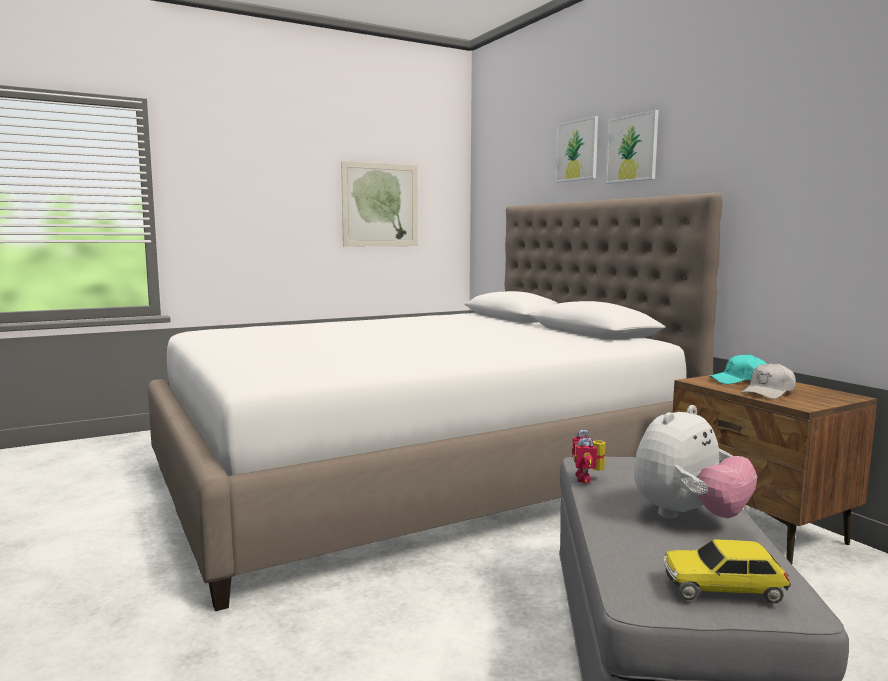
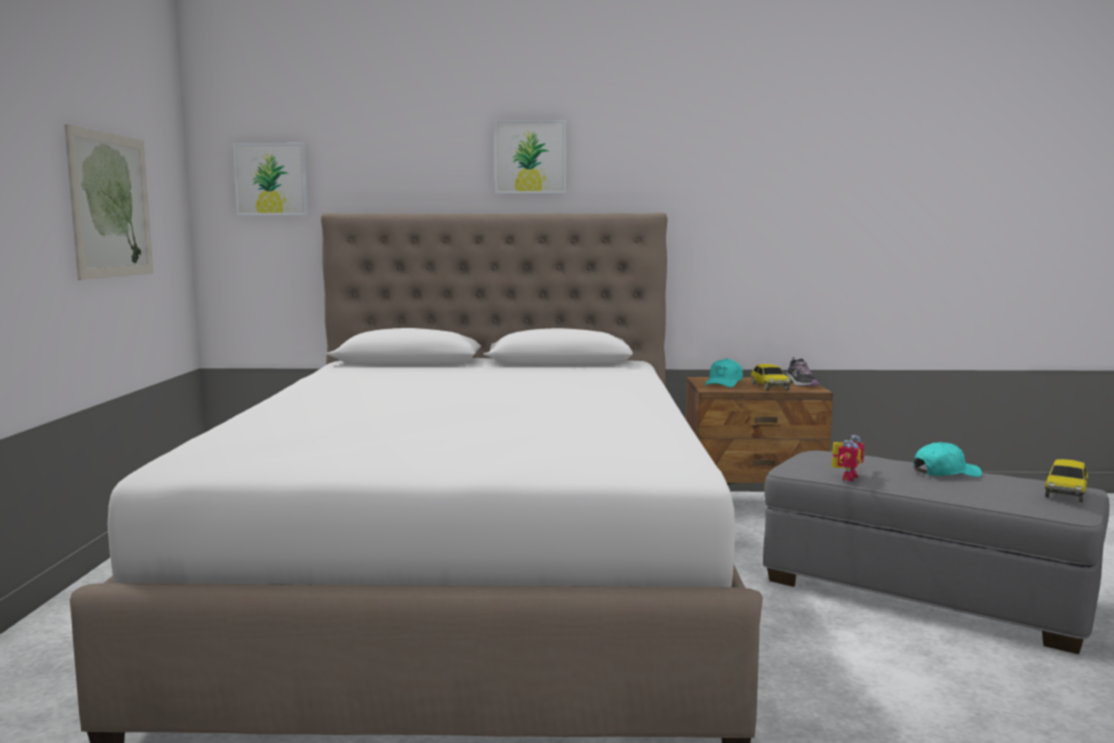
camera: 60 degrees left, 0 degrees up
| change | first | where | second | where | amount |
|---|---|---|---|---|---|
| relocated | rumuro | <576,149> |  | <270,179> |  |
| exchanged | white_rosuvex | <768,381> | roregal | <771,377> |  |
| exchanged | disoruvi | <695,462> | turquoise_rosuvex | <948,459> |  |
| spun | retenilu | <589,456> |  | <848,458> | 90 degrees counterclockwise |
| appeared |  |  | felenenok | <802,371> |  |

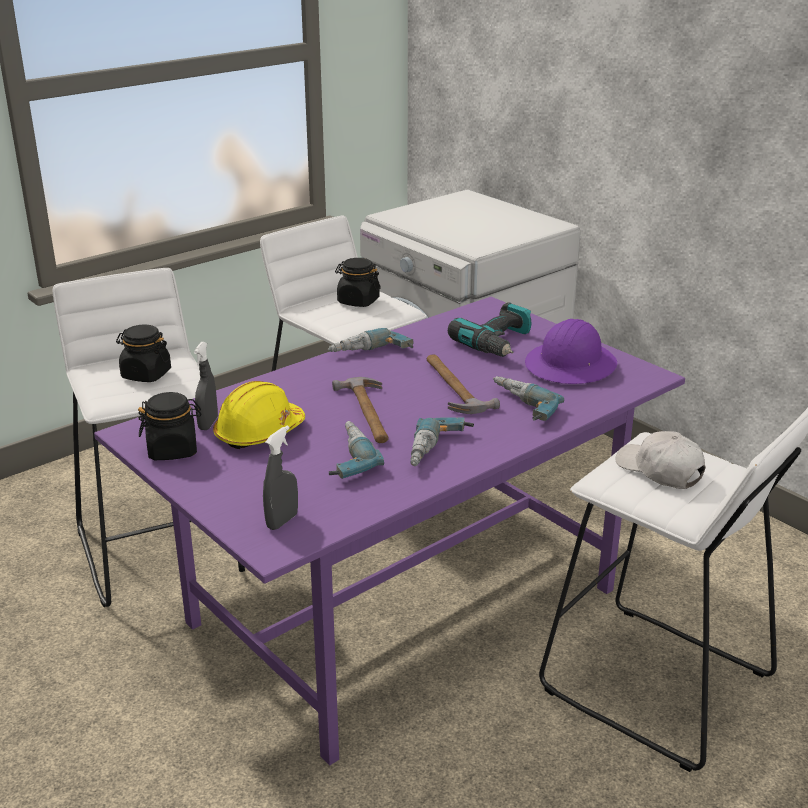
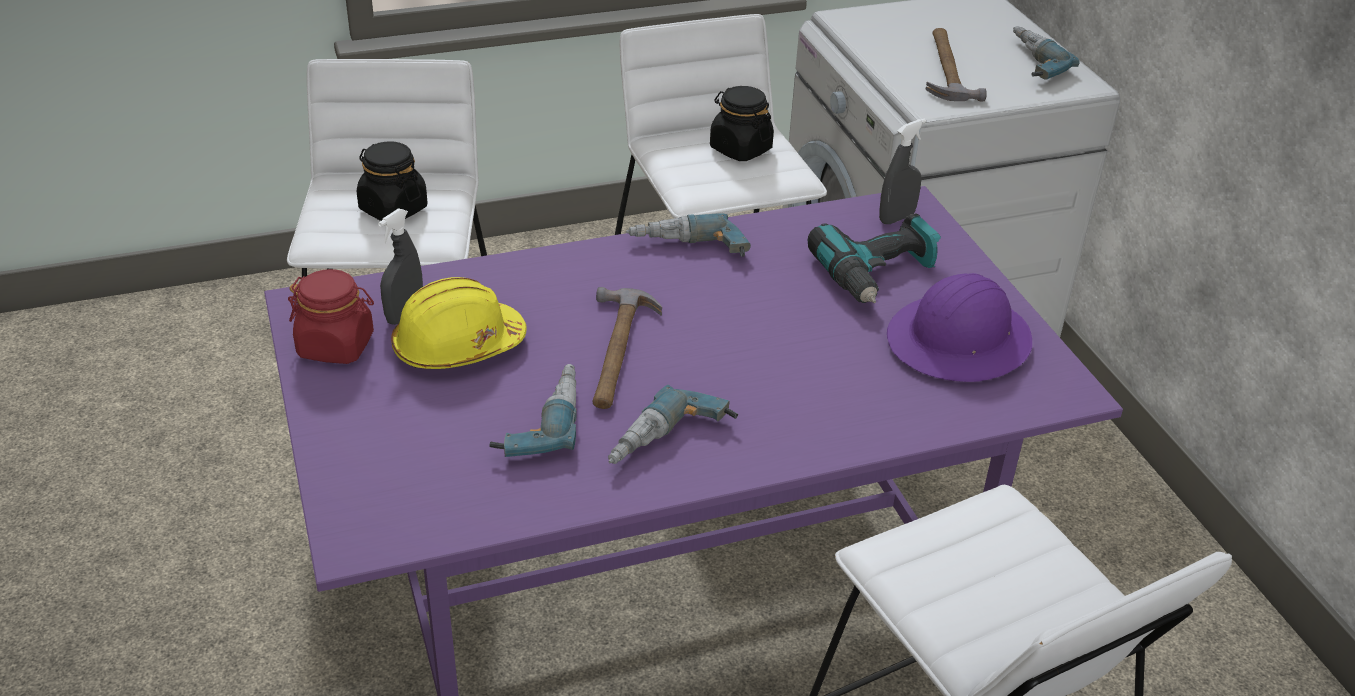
camera: 20 degrees right, 10 degrees up
| change | first | where | second | where | amount |
|---|---|---|---|---|---|
| relocated | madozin | <463,384> |  | <956,64> |  |
| relocated | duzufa | <528,398> |  | <1046,53> |  |
| colour | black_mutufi | <170,426> | red_mutufi | <331,316> |  |
| relocated | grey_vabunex | <280,478> |  | <902,171> |  |
| missing | white_rosuvex | <660,460> |  |  |  |

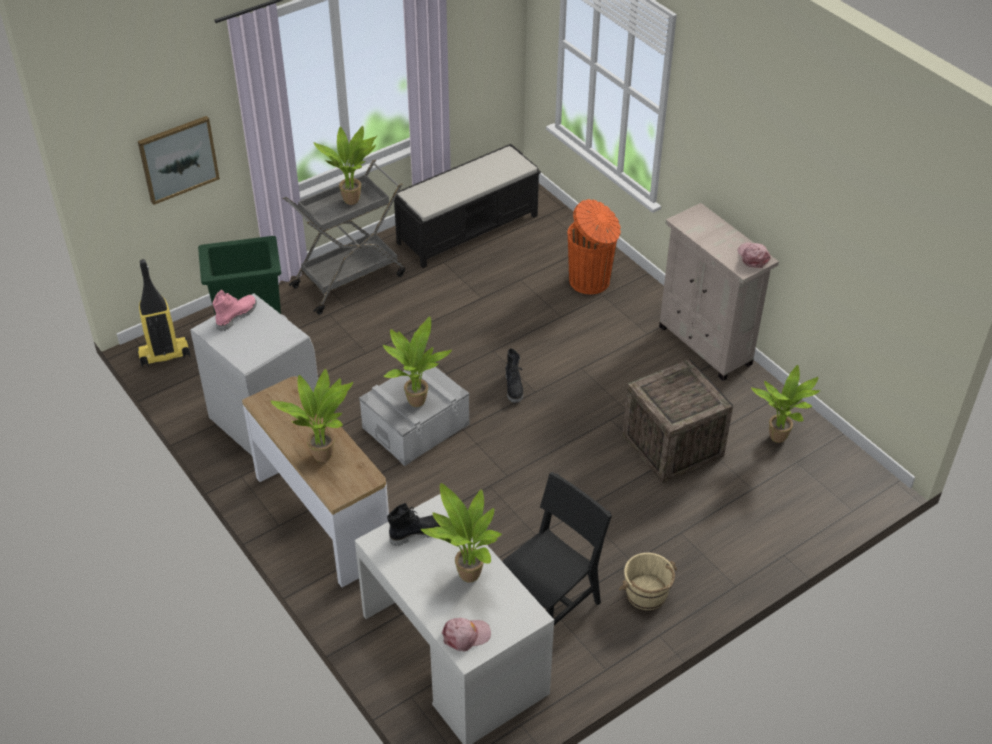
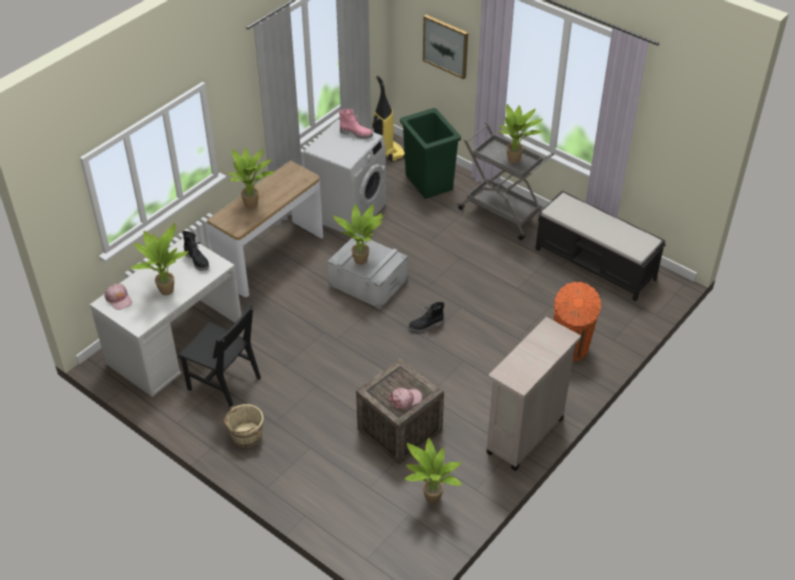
camera: 75 degrees right, 0 degrees up
| change | first | where | second | where | amount |
|---|---|---|---|---|---|
| relocated | pink_rosuvex | <754,255> |  | <405,399> |  |

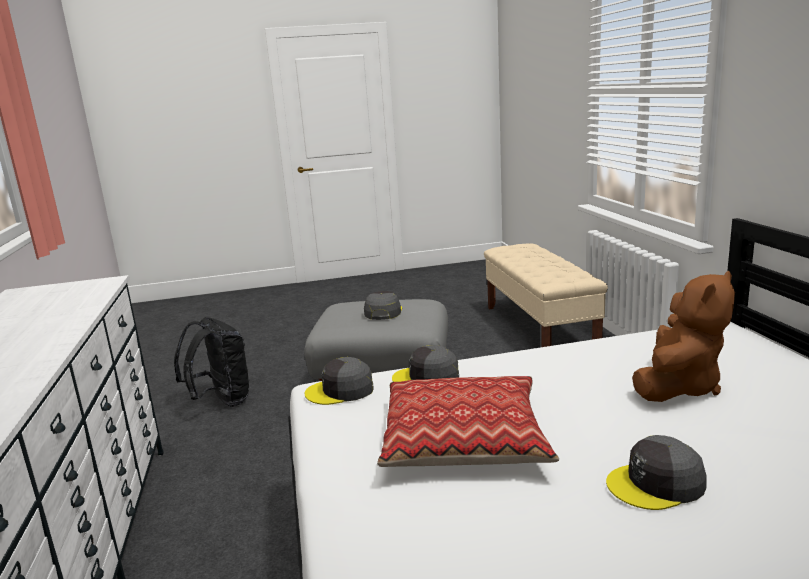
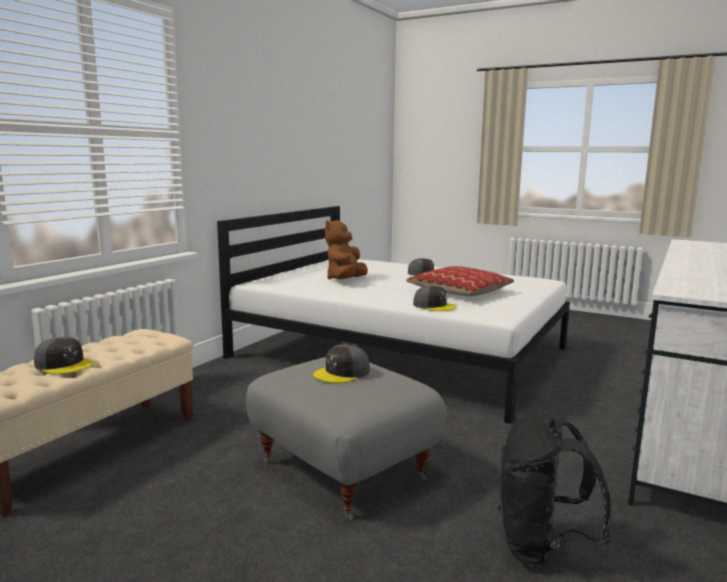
camera: 140 degrees left, 5 degrees down
| change | first | where | second | where | amount |
|---|---|---|---|---|---|
| spun | brown_disoruvi | <683,336> |  | <346,250> | 60 degrees counterclockwise |
| relocated | grey_rosuvex | <339,381> |  | <63,355> |  |

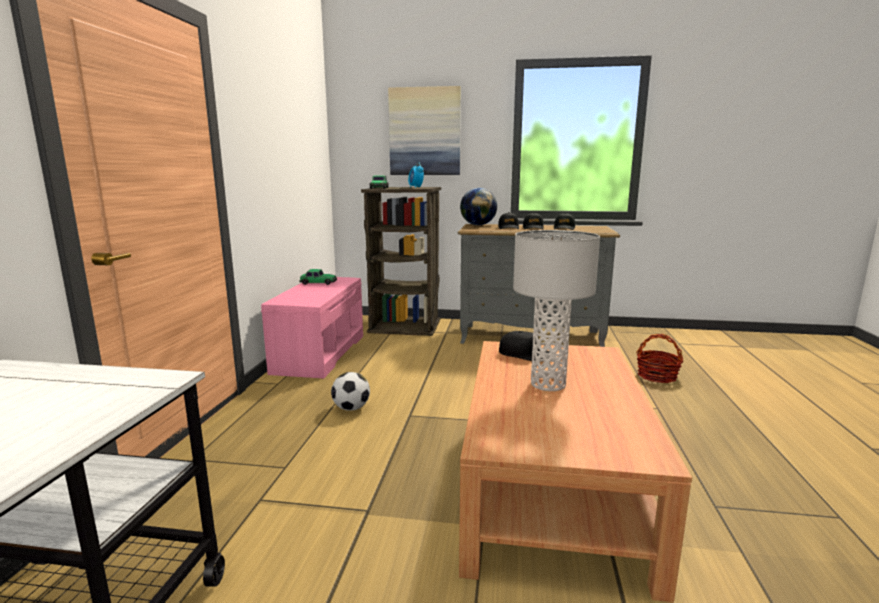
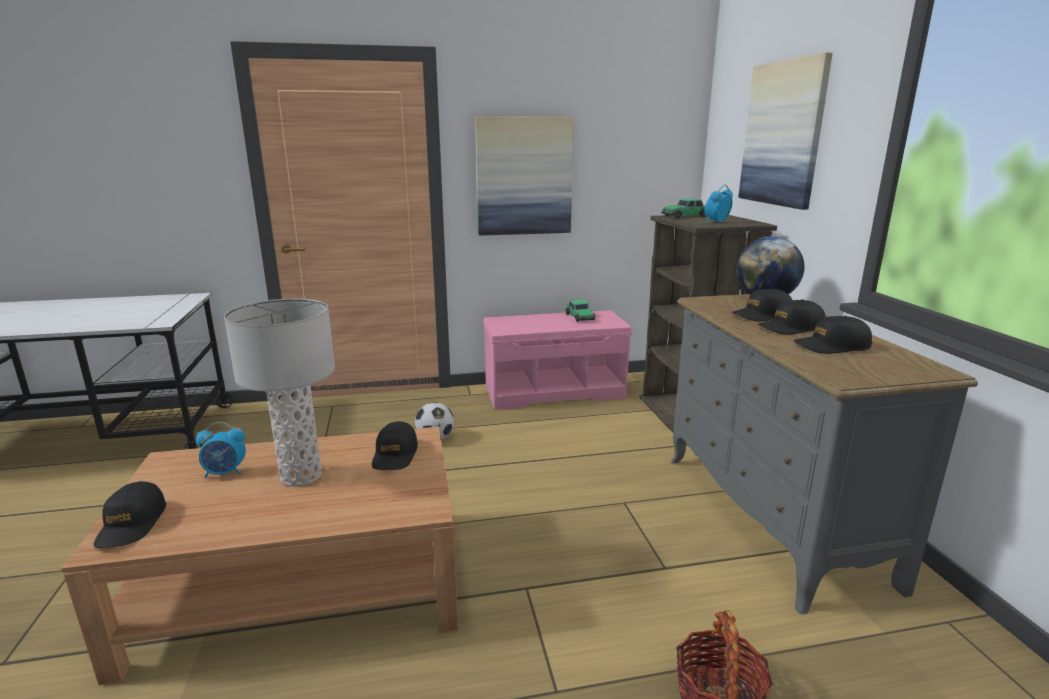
camera: 70 degrees right, 5 degrees up
| change | first | where | second | where | amount |
|---|---|---|---|---|---|
| appeared |  |  | rumuro | <524,176> |  |
| appeared |  |  | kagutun | <221,450> |  |
| appeared |  |  | black_rosuvex | <130,514> |  |

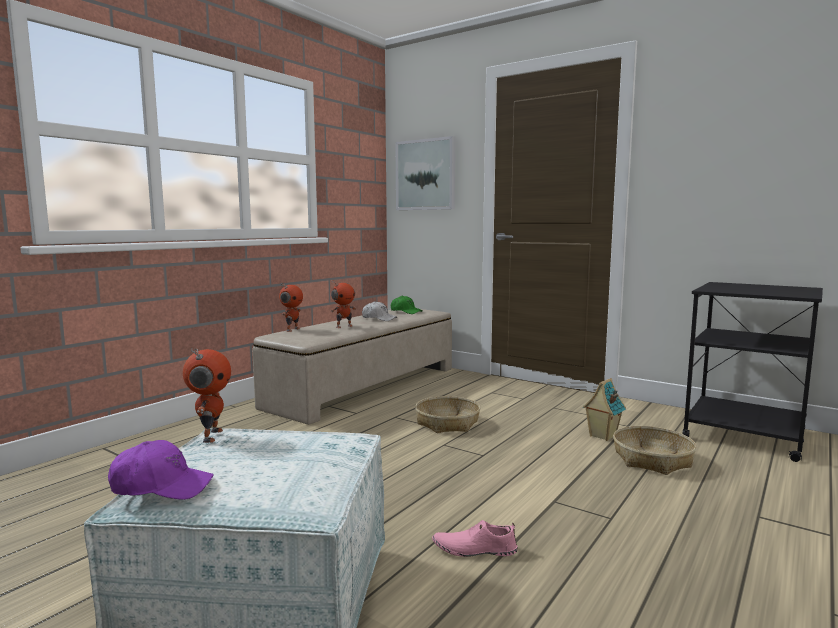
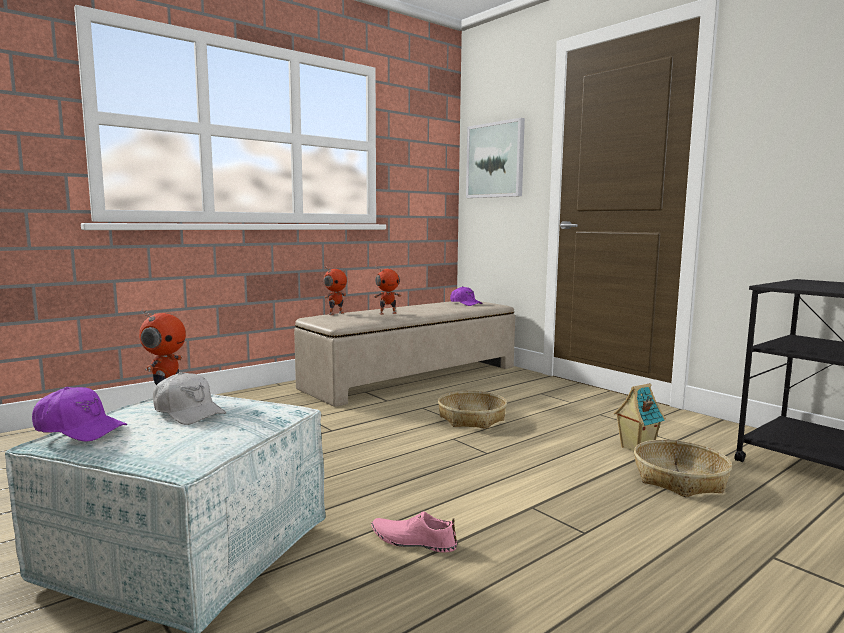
camera: 15 degrees right, 0 degrees up
| change | first | where | second | where | amount |
|---|---|---|---|---|---|
| colour | green_rosuvex | <407,304> | purple_rosuvex | <466,296> |  |
| relocated | white_rosuvex | <379,311> |  | <189,398> |  |

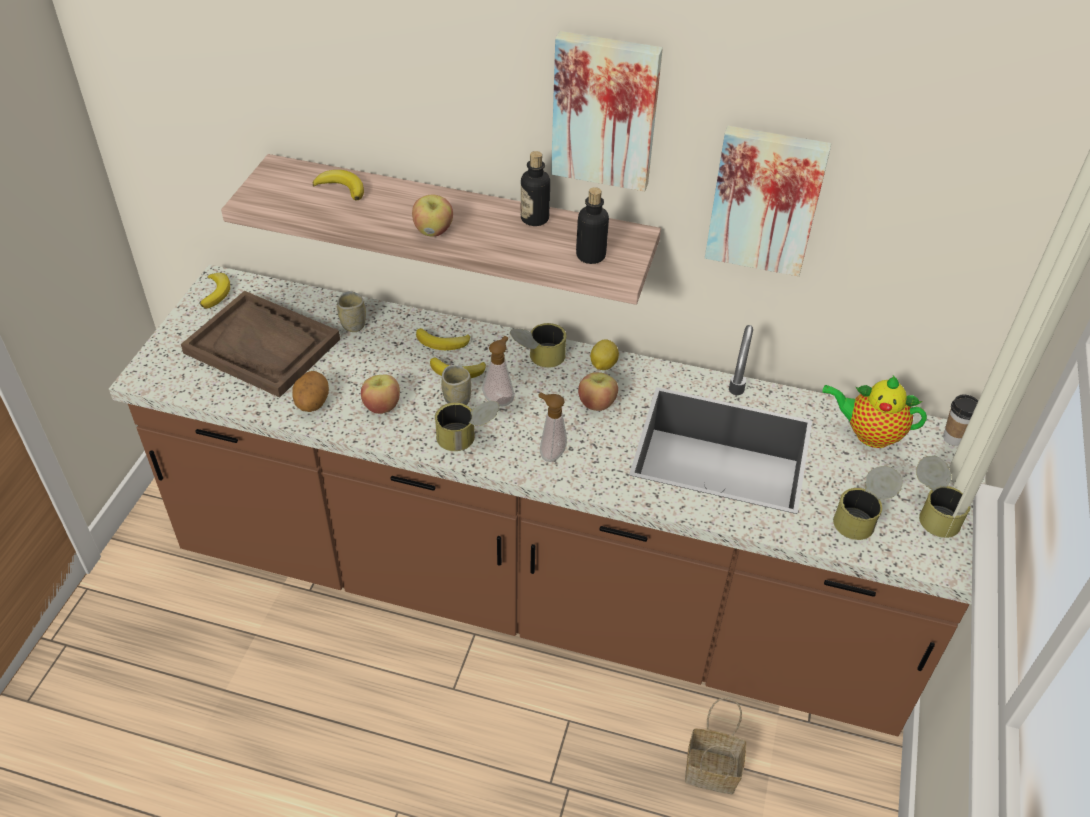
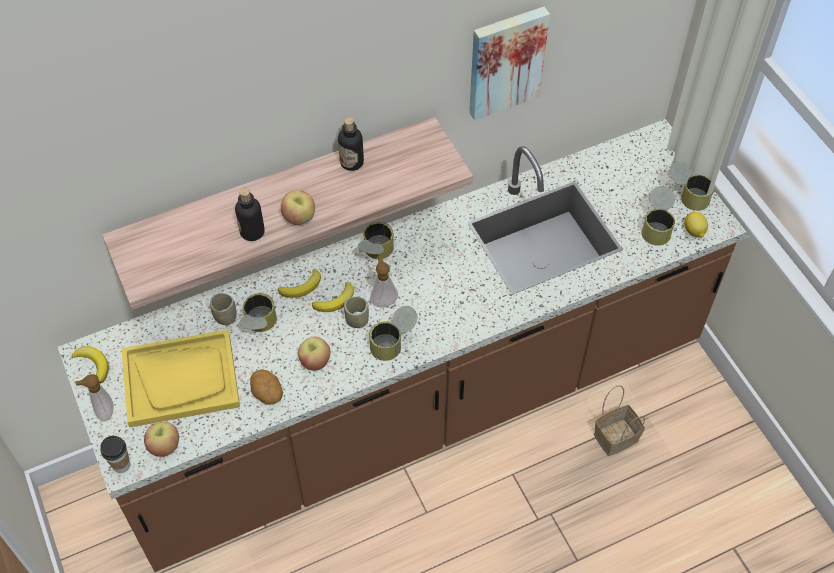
camera: 40 degrees left, 10 degrees up
| change | first | where | second | where | amount |
|---|---|---|---|---|---|
| missing | rumuro | <607,111> |  |  |  |
| missing | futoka | <338,185> |  |  |  |
| relocated | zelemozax | <592,225> |  | <250,214> |  |
| colour | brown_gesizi | <260,344> | yellow_gesizi | <180,378> |  |
| relocated | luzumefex | <604,354> |  | <696,225> |  |
| relocated | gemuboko | <598,391> |  | <161,439> |  |
| missing | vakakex | <874,411> |  |  |  |
| relocated | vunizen | <553,427> |  | <95,397> |  |
| relocated | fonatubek | <960,420> |  | <115,454> |  |
| appeared |  |  | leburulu | <258,312> |  |

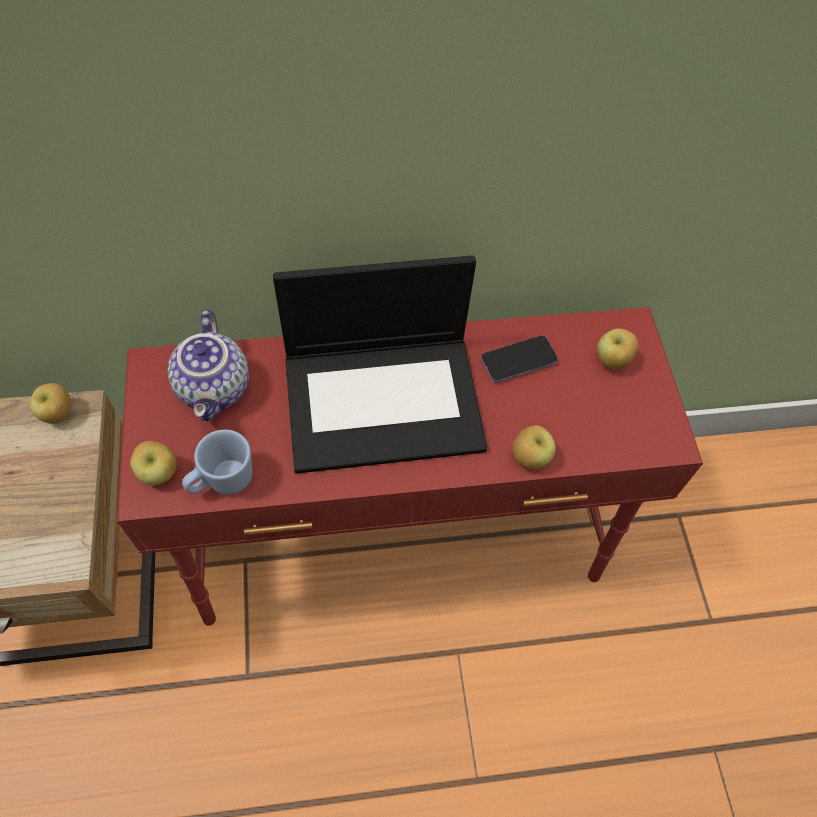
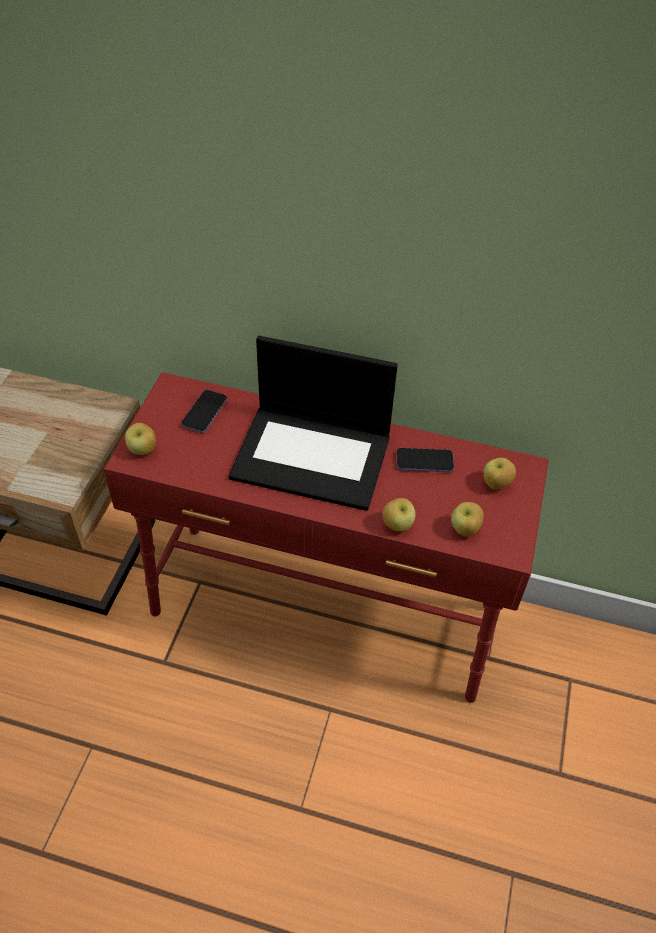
camera: 25 degrees right, 10 degrees down
| change | first | where | second | where | amount |
|---|---|---|---|---|---|
| exchanged | vakakex | <208,365> | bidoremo | <204,411> |  |
| relocated | gemuboko | <50,403> |  | <467,519> |  |
| missing | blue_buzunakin | <217,462> |  |  |  |

